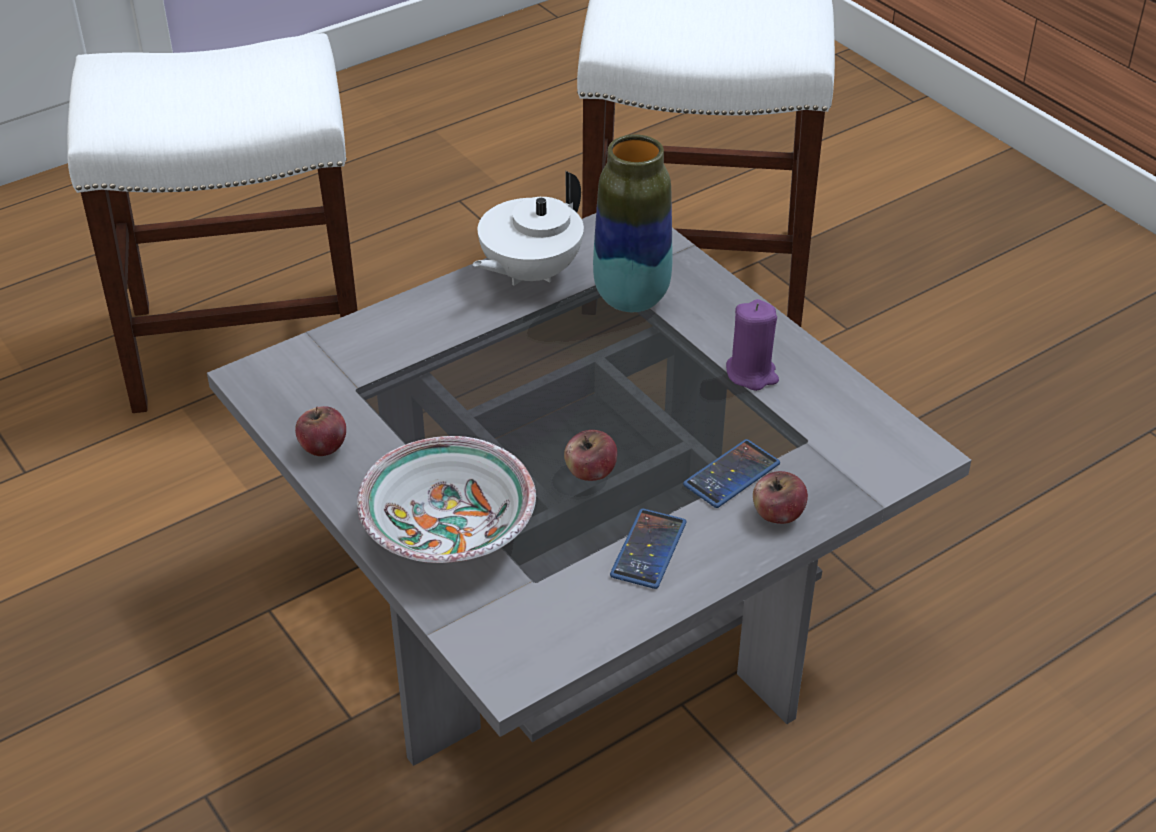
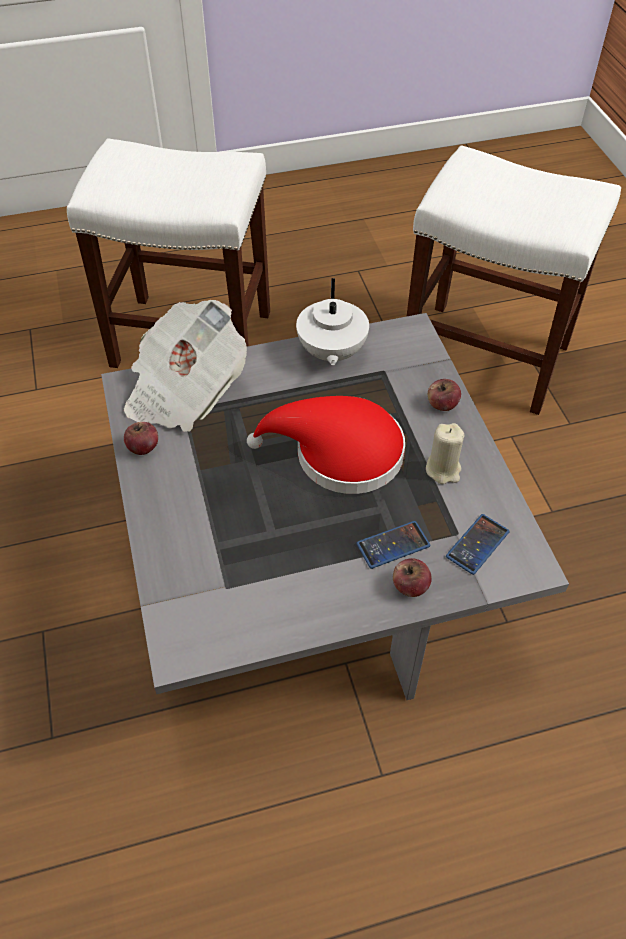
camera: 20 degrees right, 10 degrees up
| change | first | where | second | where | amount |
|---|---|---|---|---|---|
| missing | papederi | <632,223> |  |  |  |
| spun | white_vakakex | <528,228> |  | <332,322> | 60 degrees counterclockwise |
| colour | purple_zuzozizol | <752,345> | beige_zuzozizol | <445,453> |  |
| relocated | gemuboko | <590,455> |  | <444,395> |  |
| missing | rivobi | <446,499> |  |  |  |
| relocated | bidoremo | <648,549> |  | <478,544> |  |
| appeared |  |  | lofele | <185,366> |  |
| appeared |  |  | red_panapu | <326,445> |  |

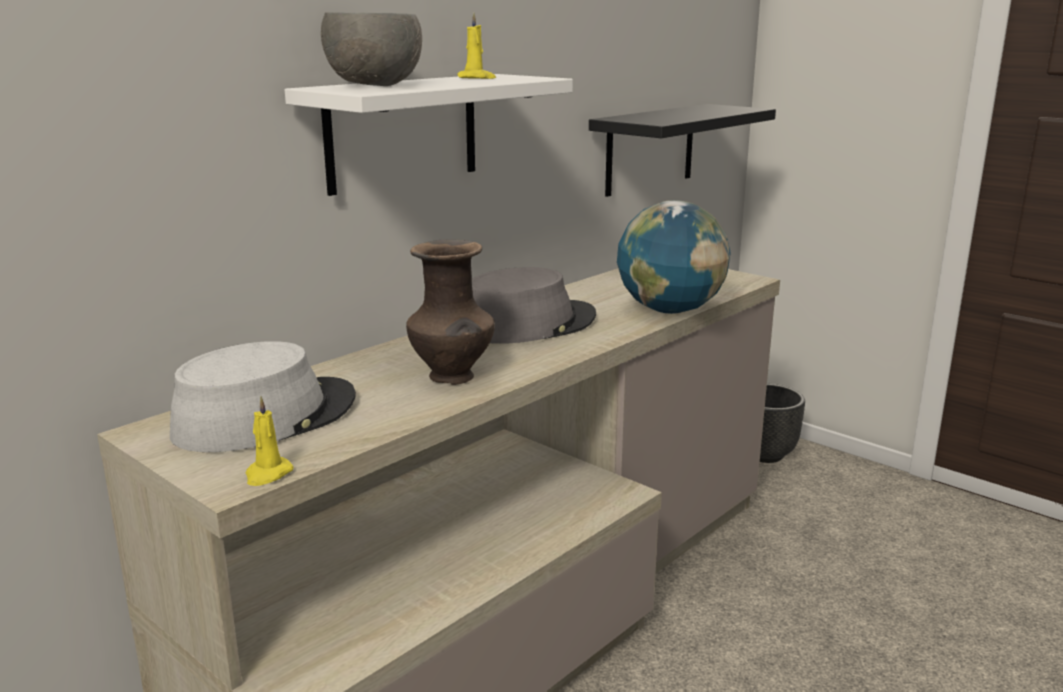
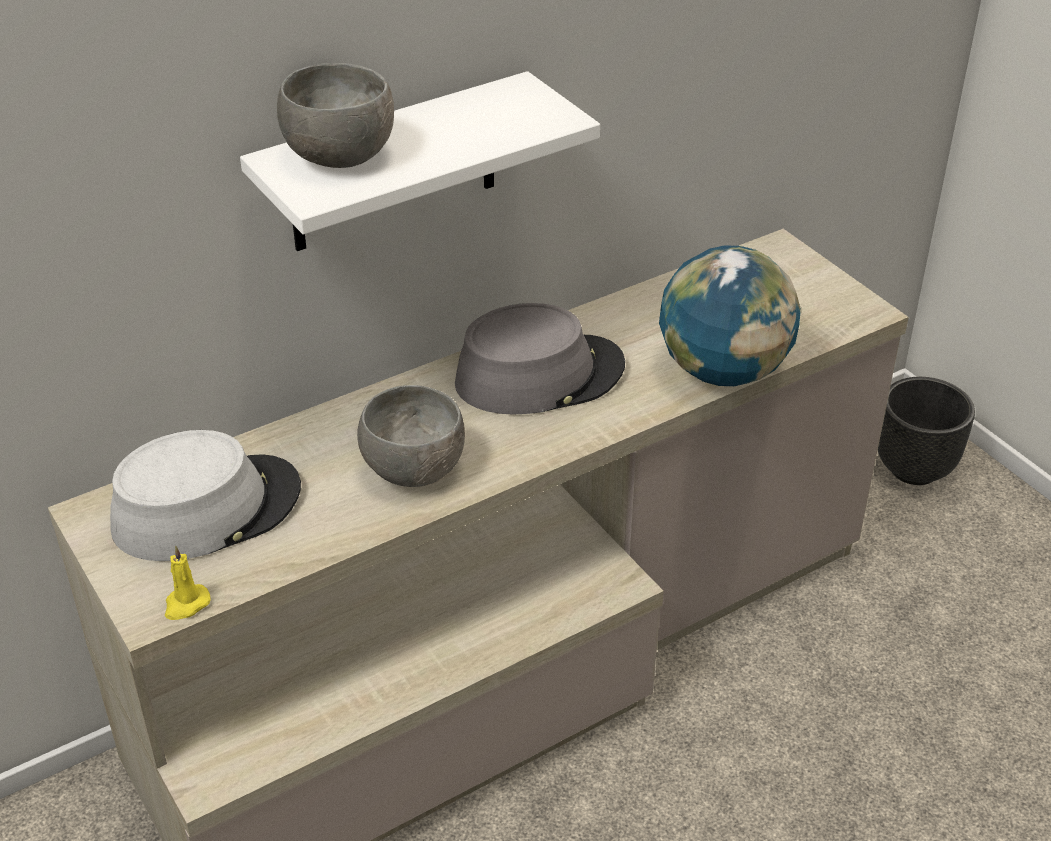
camera: 15 degrees right, 20 degrees up
| change | first | where | second | where | amount |
|---|---|---|---|---|---|
| missing | yellow_zuzozizol | <477,46> |  |  |  |
| missing | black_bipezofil | <682,150> |  |  |  |
| exchanged | brown_papederi | <450,312> | grey_rivobi | <411,436> |  |

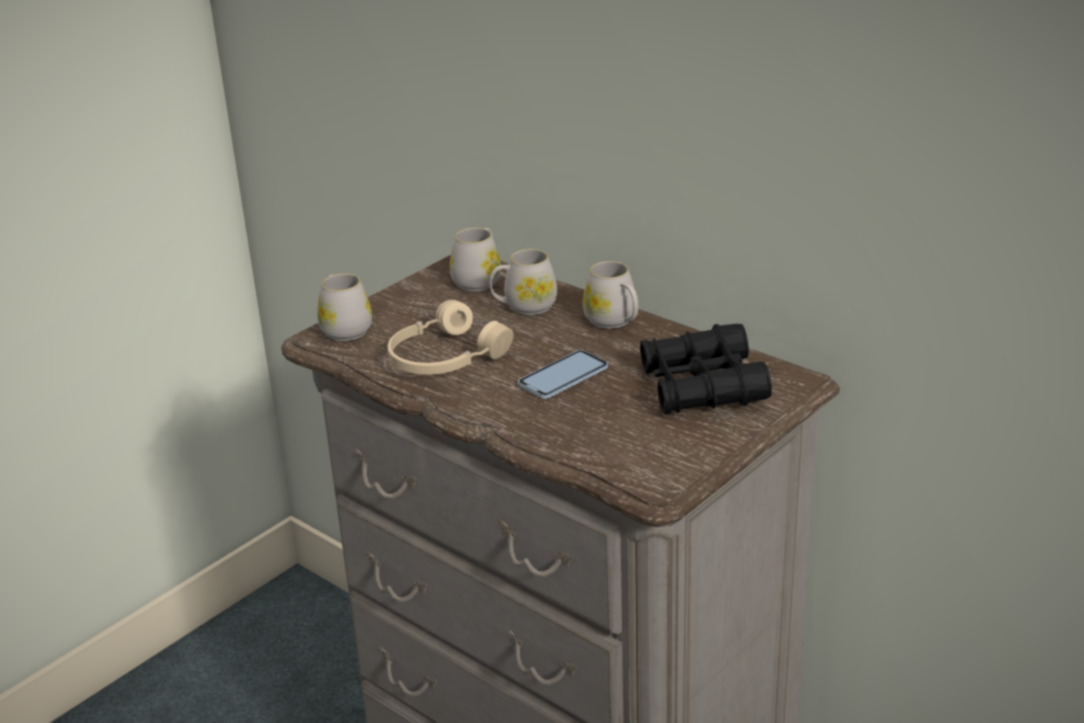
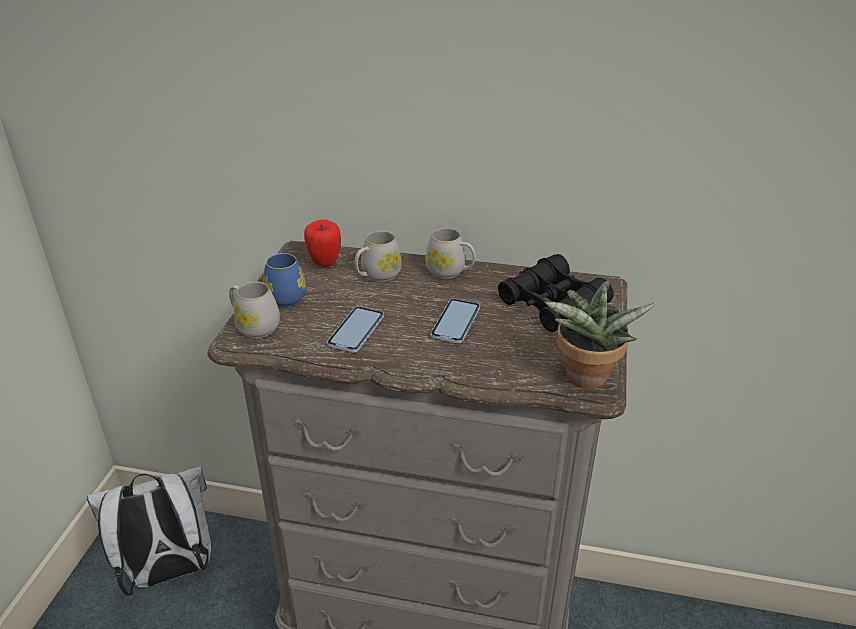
camera: 30 degrees left, 5 degrees up
| change | first | where | second | where | amount |
|---|---|---|---|---|---|
| exchanged | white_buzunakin | <475,259> | gemuboko | <322,243> |  |
| exchanged | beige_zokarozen | <451,337> | bidoremo | <355,329> |  |
| appeared |  |  | blue_buzunakin | <284,279> |  |
| appeared |  |  | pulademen | <601,335> |  |
| appeared |  |  | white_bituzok | <149,531> |  |

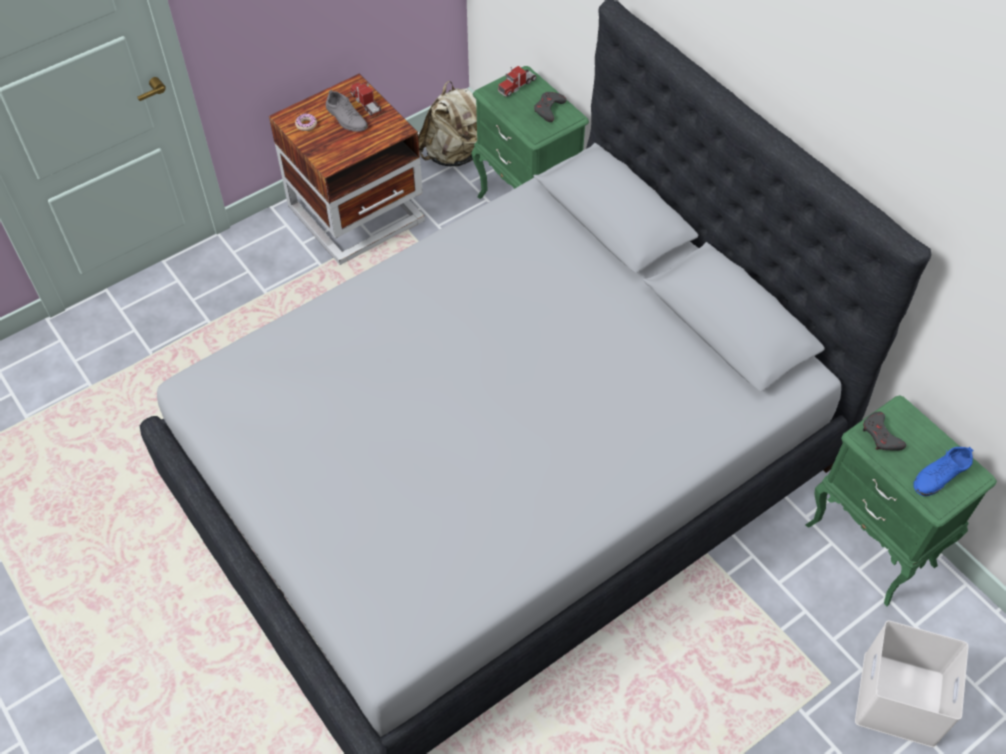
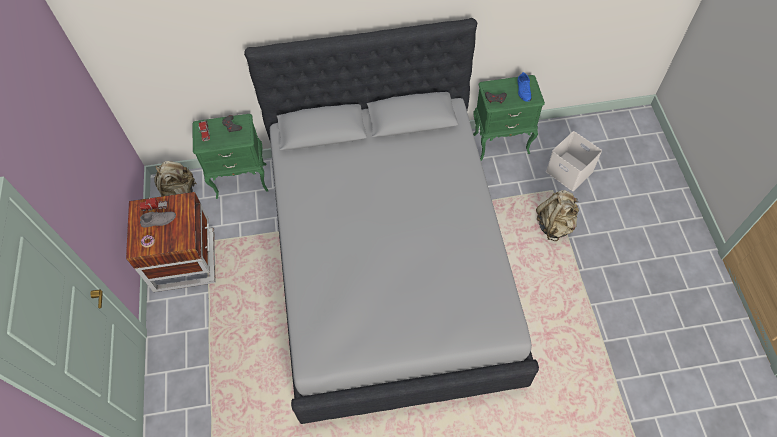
camera: 60 degrees left, 5 degrees up
| change | first | where | second | where | amount |
|---|---|---|---|---|---|
| appeared |  |  | beige_bituzok | <557,215> |  |

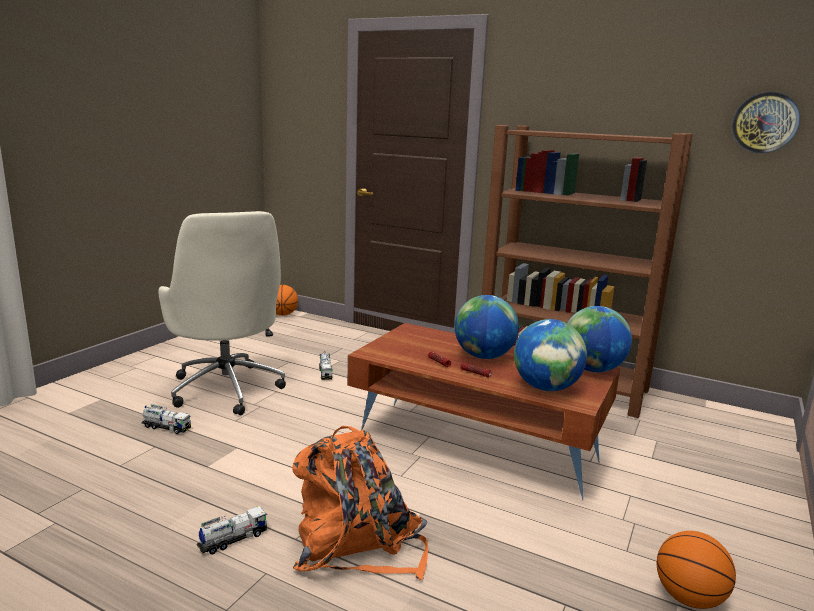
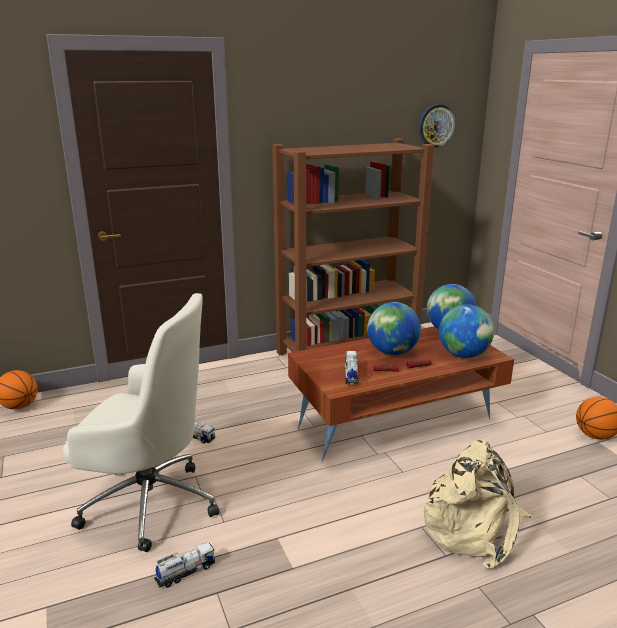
camera: 50 degrees left, 5 degrees up
| change | first | where | second | where | amount |
|---|---|---|---|---|---|
| colour | orange_bituzok | <360,503> | beige_bituzok | <478,504> |  |
| relocated | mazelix | <232,530> |  | <351,367> |  |

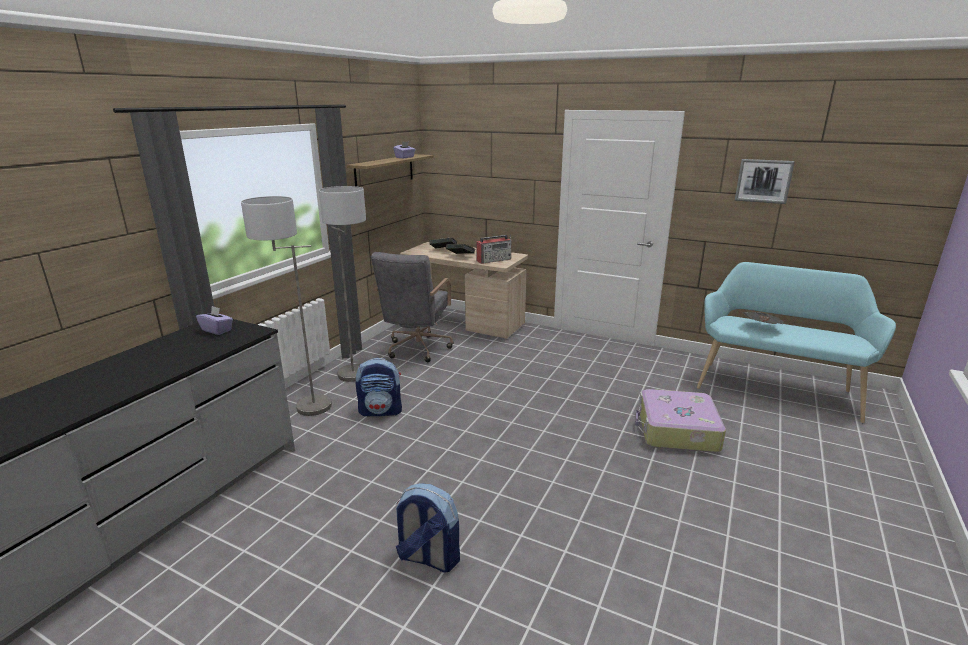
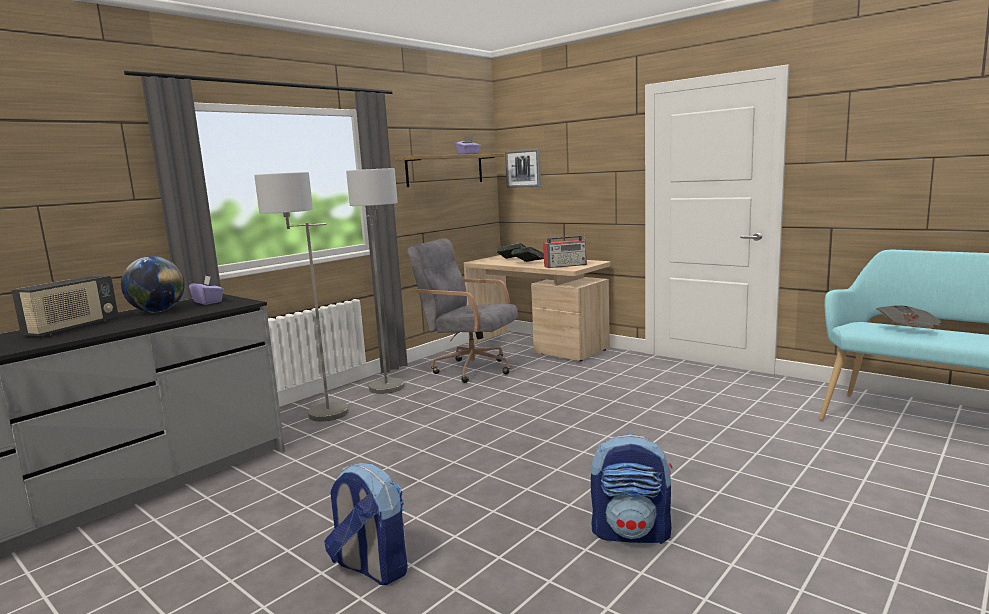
camera: 15 degrees right, 10 degrees down
| change | first | where | second | where | amount |
|---|---|---|---|---|---|
| relocated | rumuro | <765,181> |  | <523,168> |  |
| spun | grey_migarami | <412,307> |  | <462,310> | 90 degrees clockwise |
| relocated | bituzok | <379,387> |  | <632,489> |  |
| missing | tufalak | <680,421> |  |  |  |
| appeared |  |  | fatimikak | <153,284> |  |
| appeared |  |  | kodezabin | <64,306> |  |

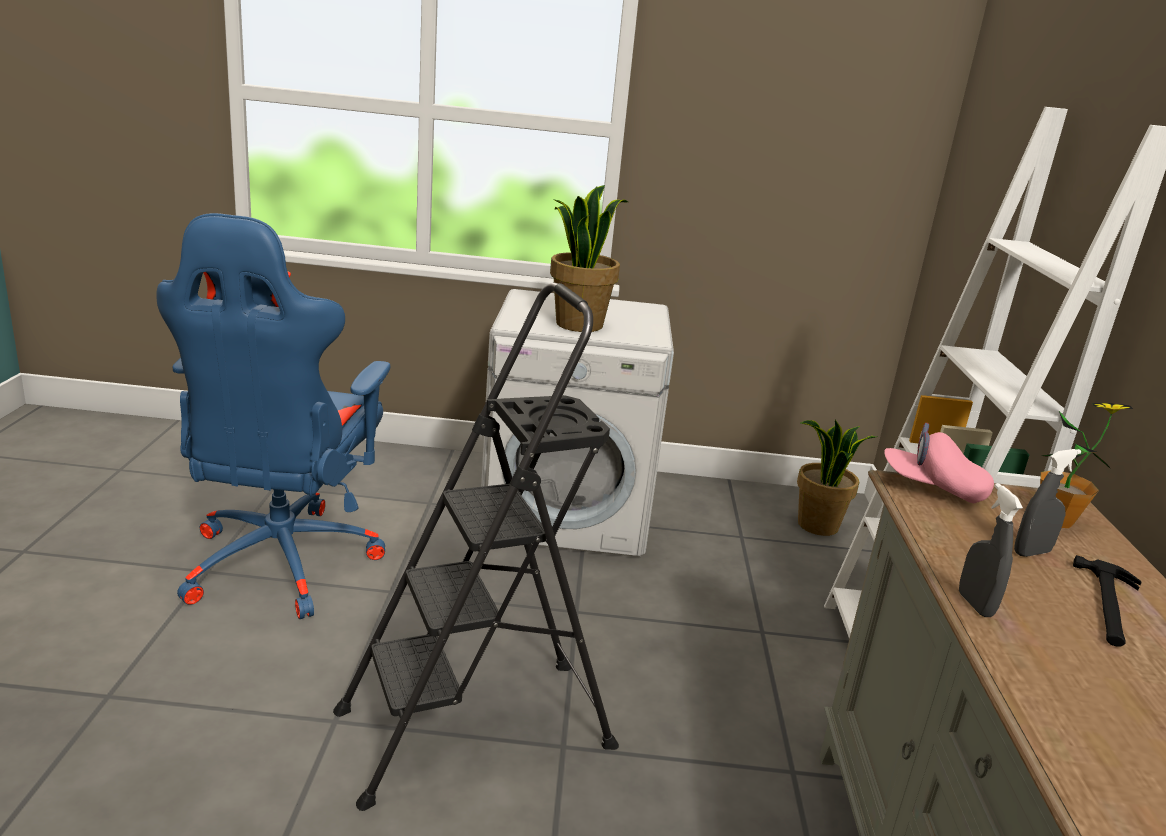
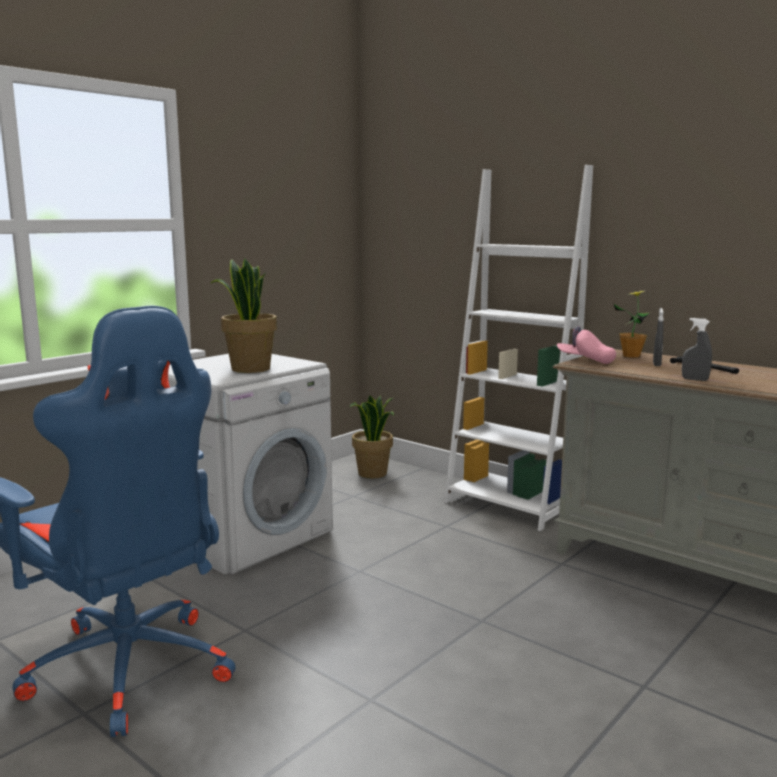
camera: 50 degrees left, 10 degrees down
| change | first | where | second | where | amount |
|---|---|---|---|---|---|
| missing | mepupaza | <476,547> |  |  |  |
| spun | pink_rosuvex | <939,463> |  | <586,345> | 60 degrees clockwise |

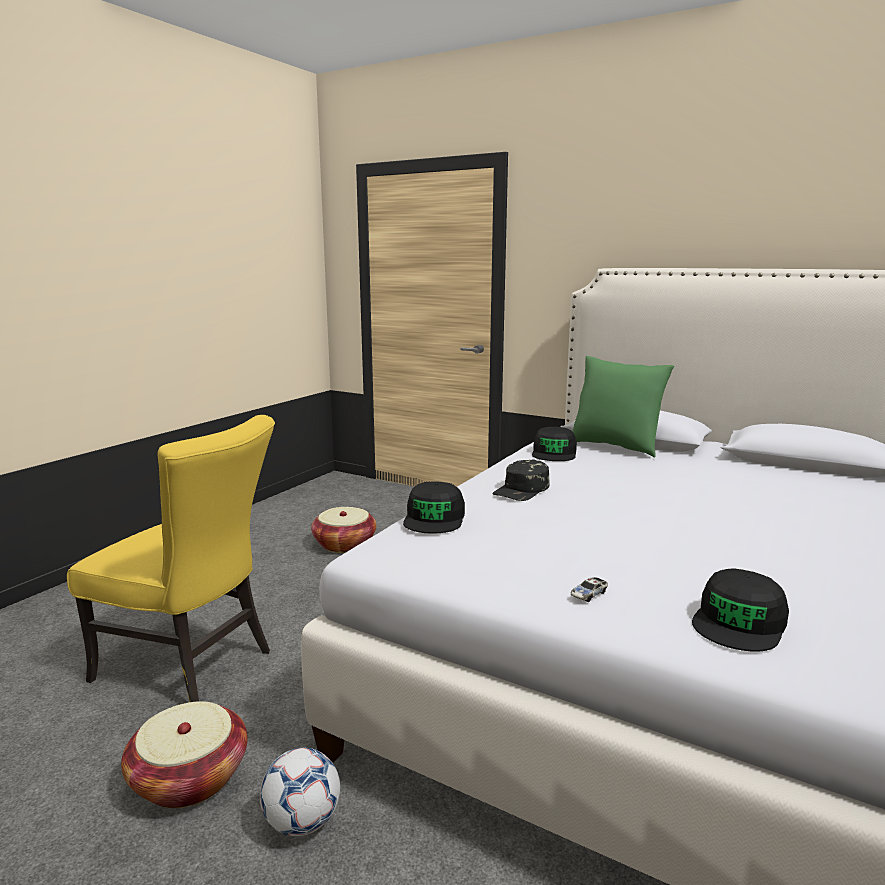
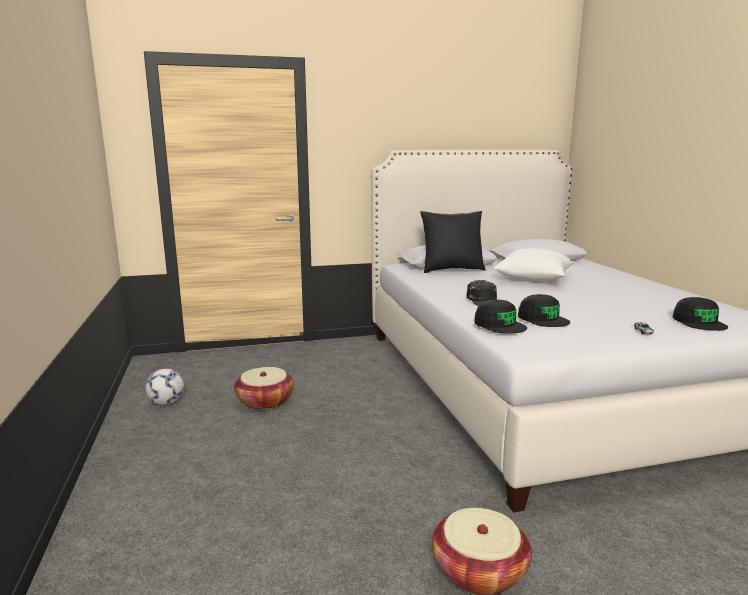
camera: 45 degrees left, 0 degrees up
| change | first | where | second | where | amount |
|---|---|---|---|---|---|
| colour | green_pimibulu | <623,407> | black_pimibulu | <453,242> |  |
| missing | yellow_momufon | <171,558> |  |  |  |
| relocated | black_rosuvex | <554,444> |  | <544,310> |  |
| relocated | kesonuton | <300,792> |  | <164,387> |  |
| appeared |  |  | white_pimibulu | <534,264> |  |

